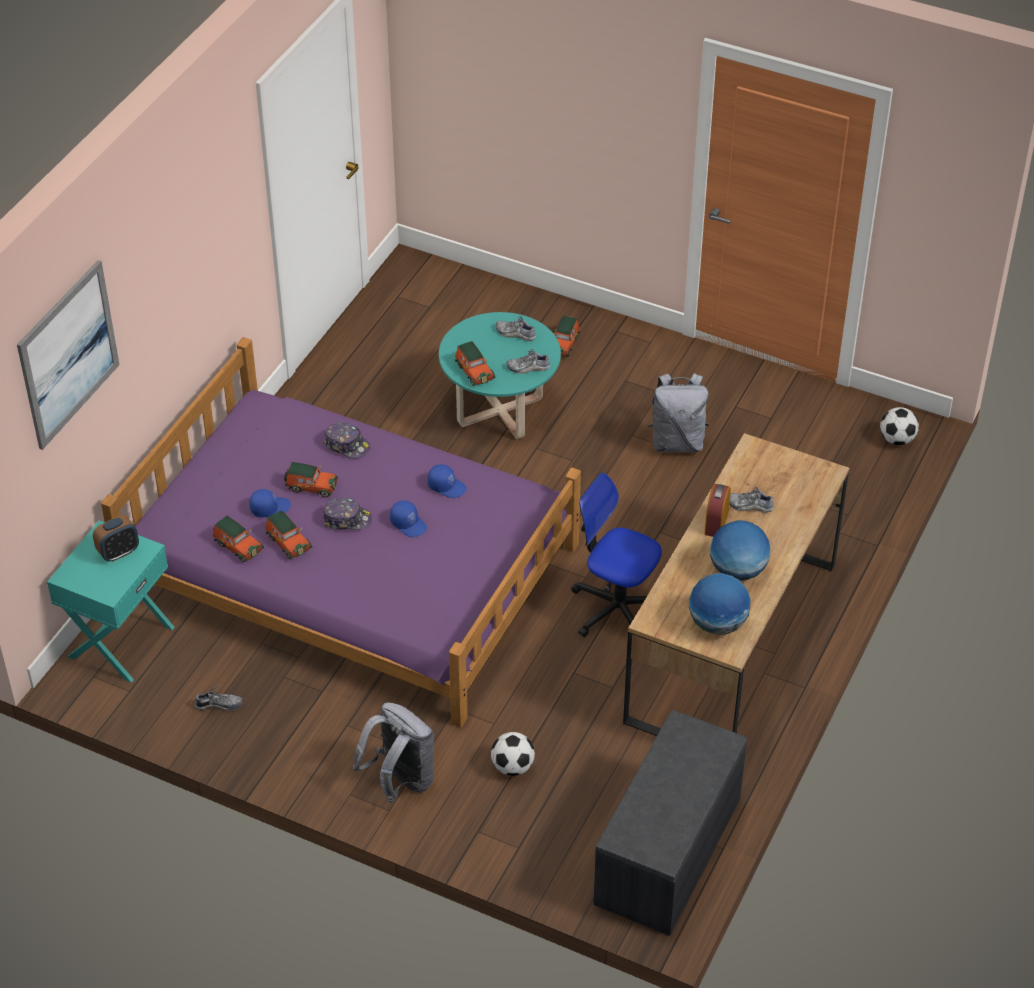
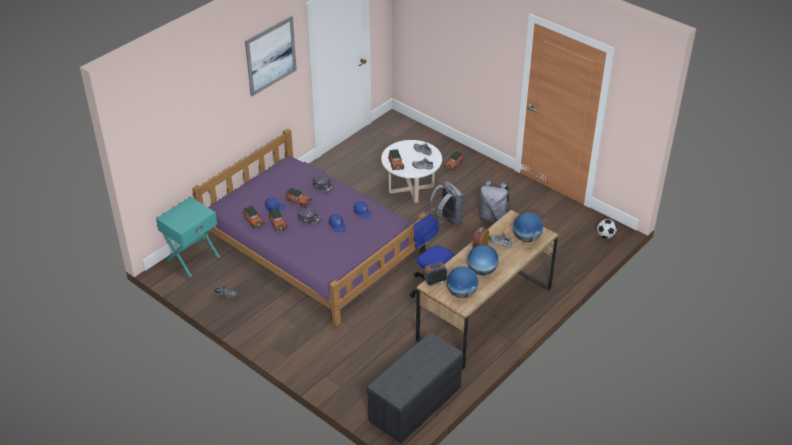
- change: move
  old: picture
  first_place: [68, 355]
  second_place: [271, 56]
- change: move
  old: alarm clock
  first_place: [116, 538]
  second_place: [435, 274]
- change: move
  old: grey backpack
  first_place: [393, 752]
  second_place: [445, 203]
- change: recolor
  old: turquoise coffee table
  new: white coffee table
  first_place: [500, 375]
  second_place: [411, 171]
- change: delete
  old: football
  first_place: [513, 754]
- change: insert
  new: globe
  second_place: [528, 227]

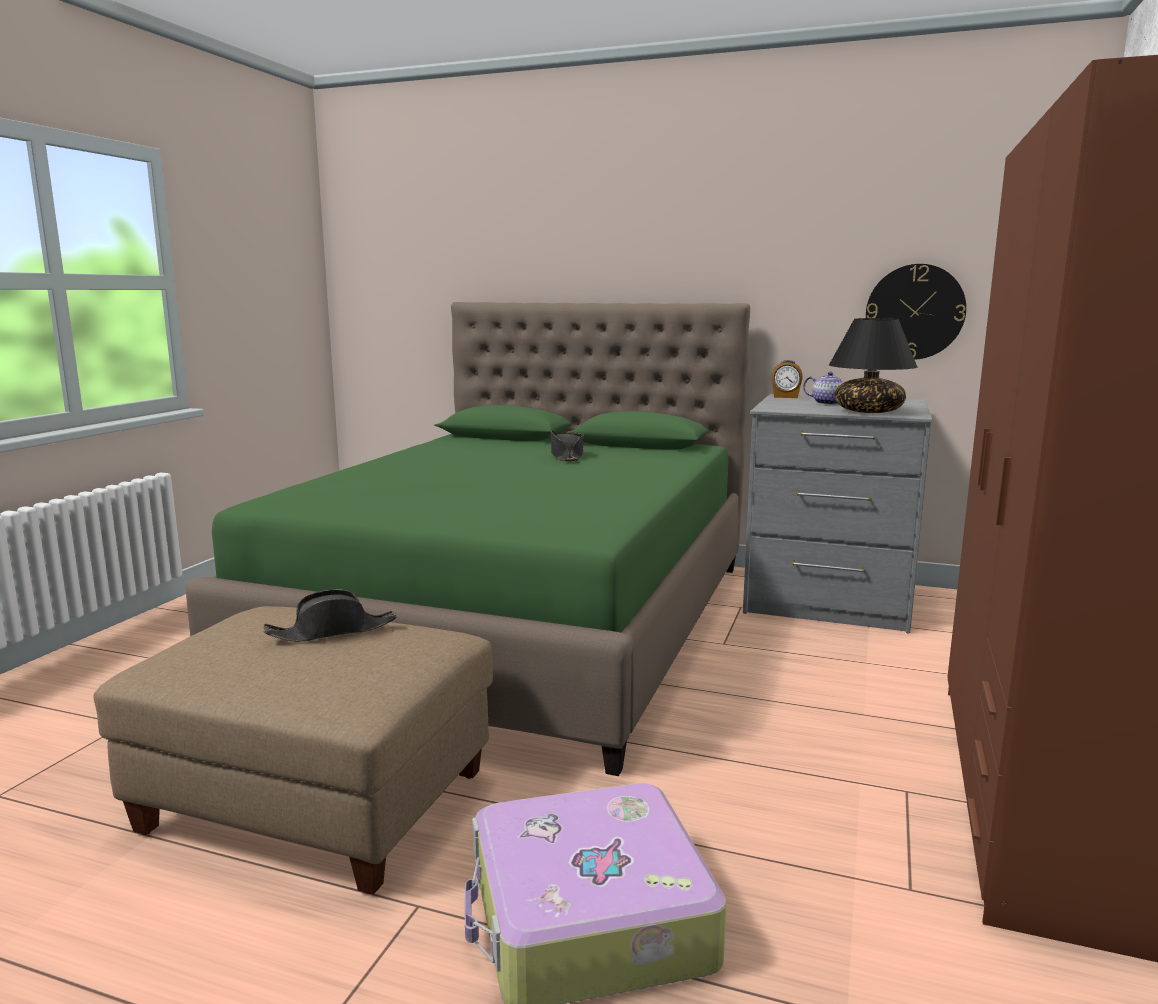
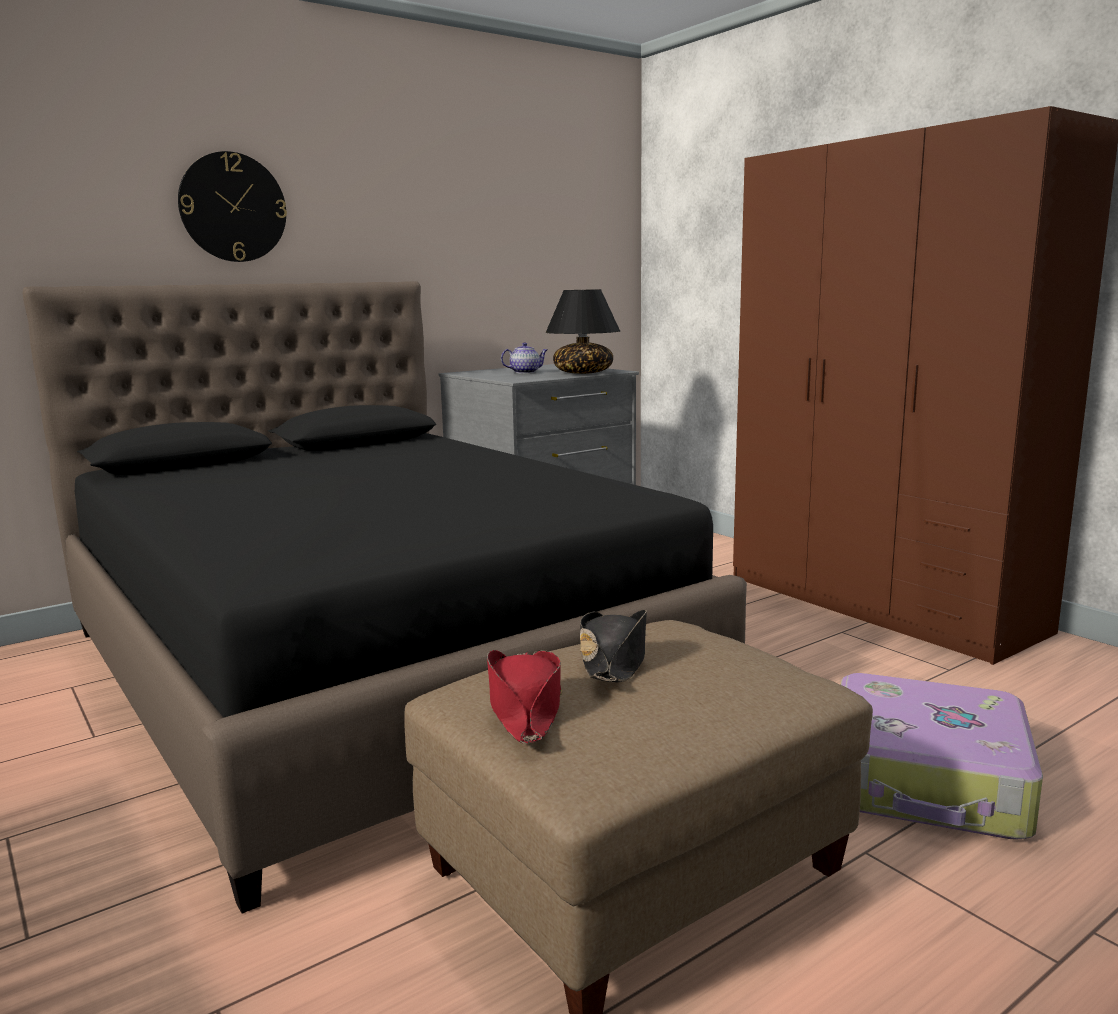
- change: recolor
  old: green bed
  new: black bed
  first_place: [467, 539]
  second_place: [384, 597]
- change: delete
  old: black hat
  first_place: [567, 445]
- change: delete
  old: alarm clock
  first_place: [787, 379]
- change: move
  old: wall clock
  first_place: [916, 312]
  second_place: [232, 206]
- change: insert
  new: red hat
  second_place: [524, 696]

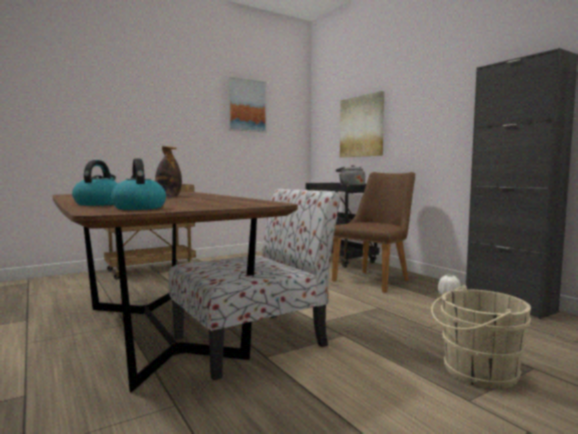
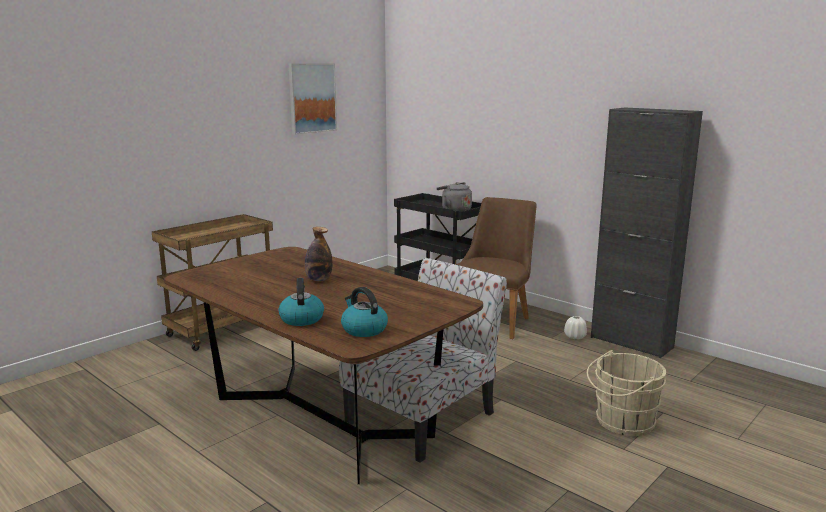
- change: delete
  old: picture
  first_place: [362, 124]

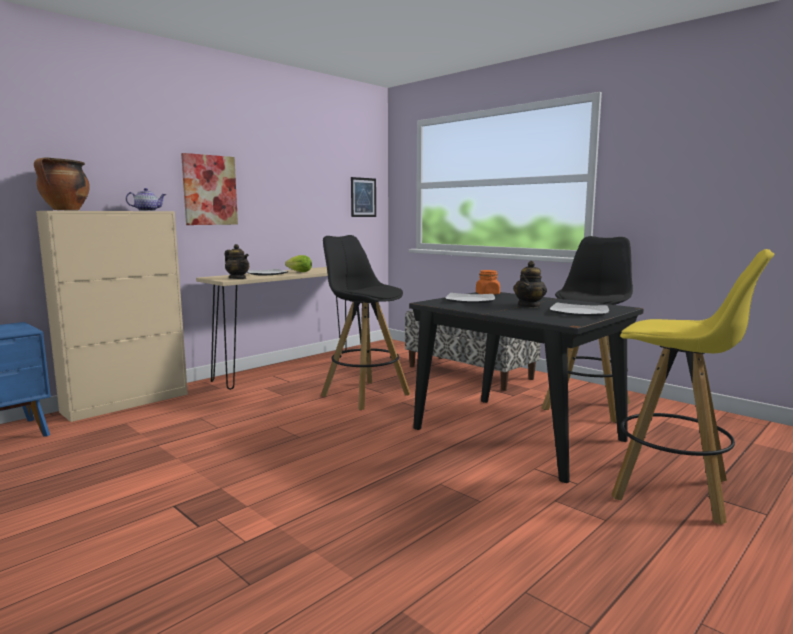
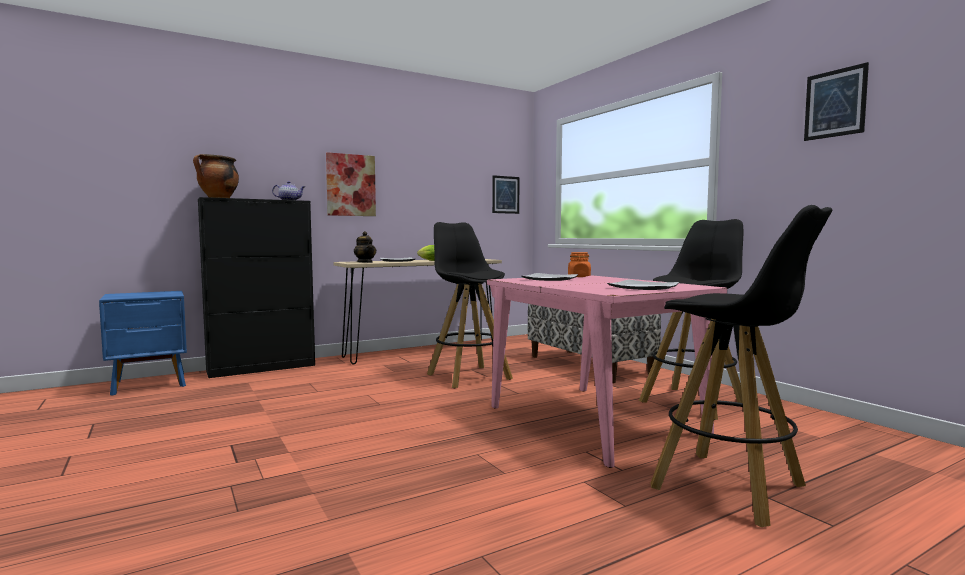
- change: recolor
  old: beige cabinet
  new: black cabinet
  first_place: [112, 316]
  second_place: [256, 287]
- change: recolor
  old: black dining table
  new: pink dining table
  first_place: [526, 387]
  second_place: [607, 371]
- change: delete
  old: teapot
  first_place: [530, 284]
- change: recolor
  old: yellow stool
  new: black stool
  first_place: [692, 387]
  second_place: [741, 366]
- change: insert
  new: picture
  second_place: [836, 101]

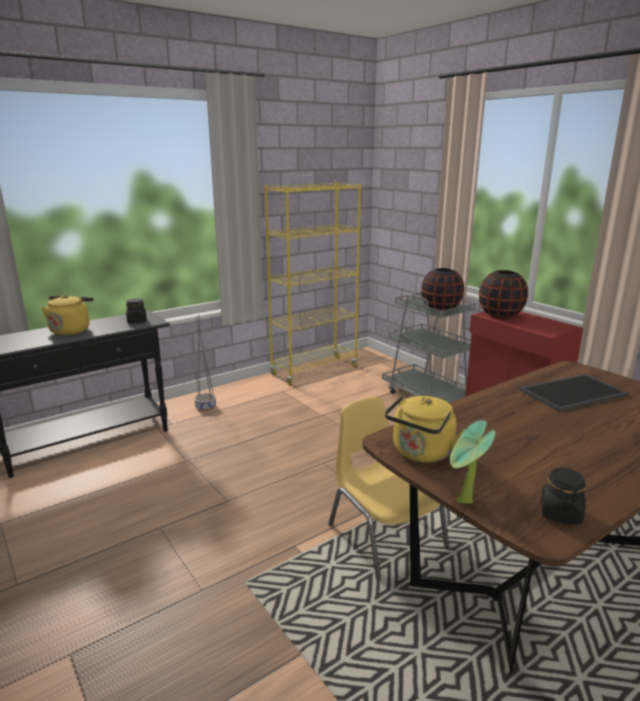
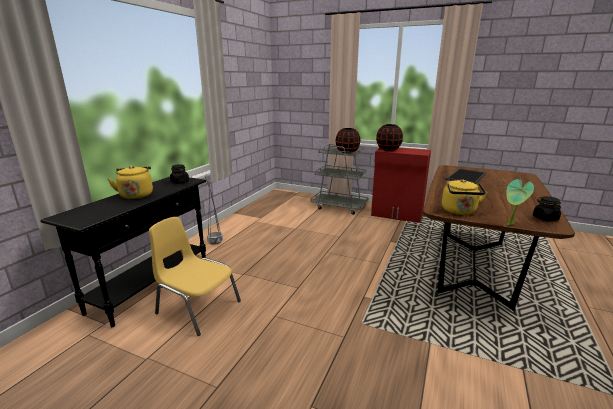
- change: delete
  old: yellow bookcase
  first_place: [312, 283]
- change: move
  old: yellow chair
  first_place: [388, 488]
  second_place: [195, 276]

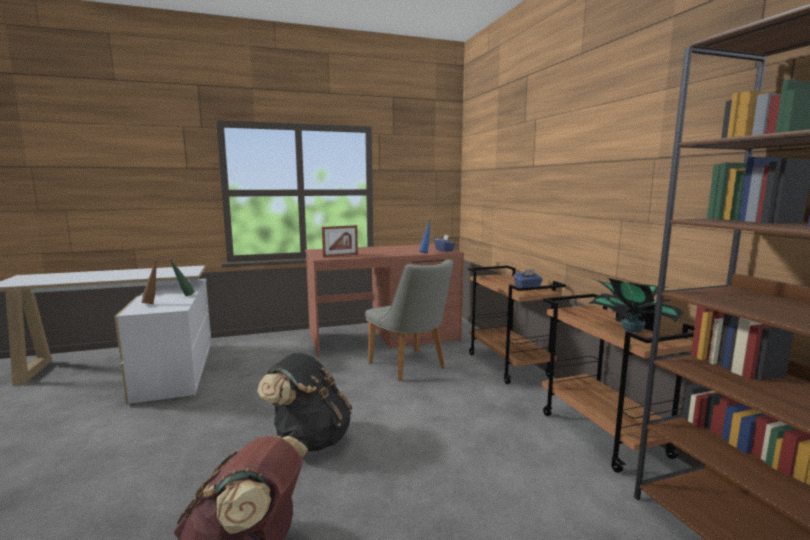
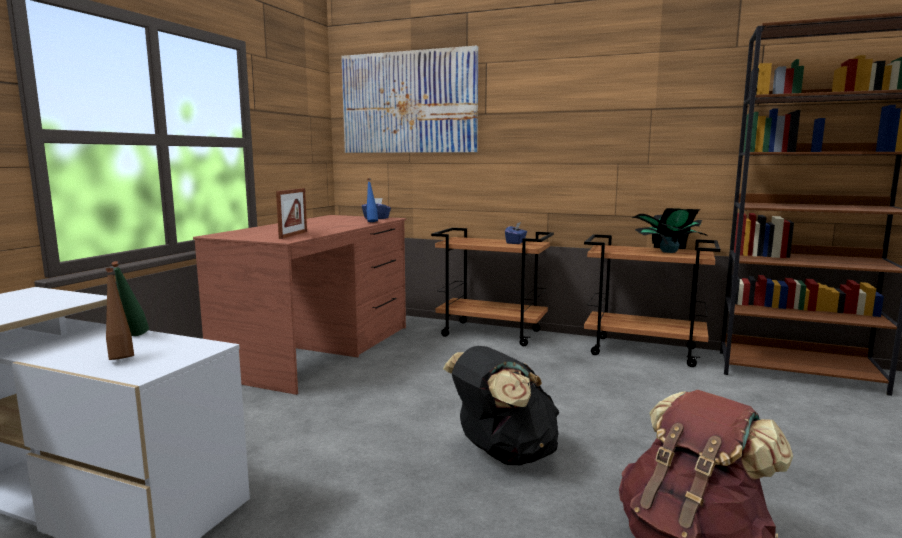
- change: delete
  old: grey chair
  first_place: [409, 320]
- change: insert
  new: picture
  second_place: [409, 99]

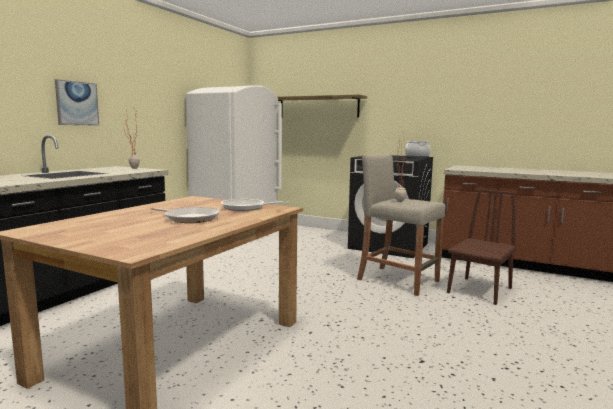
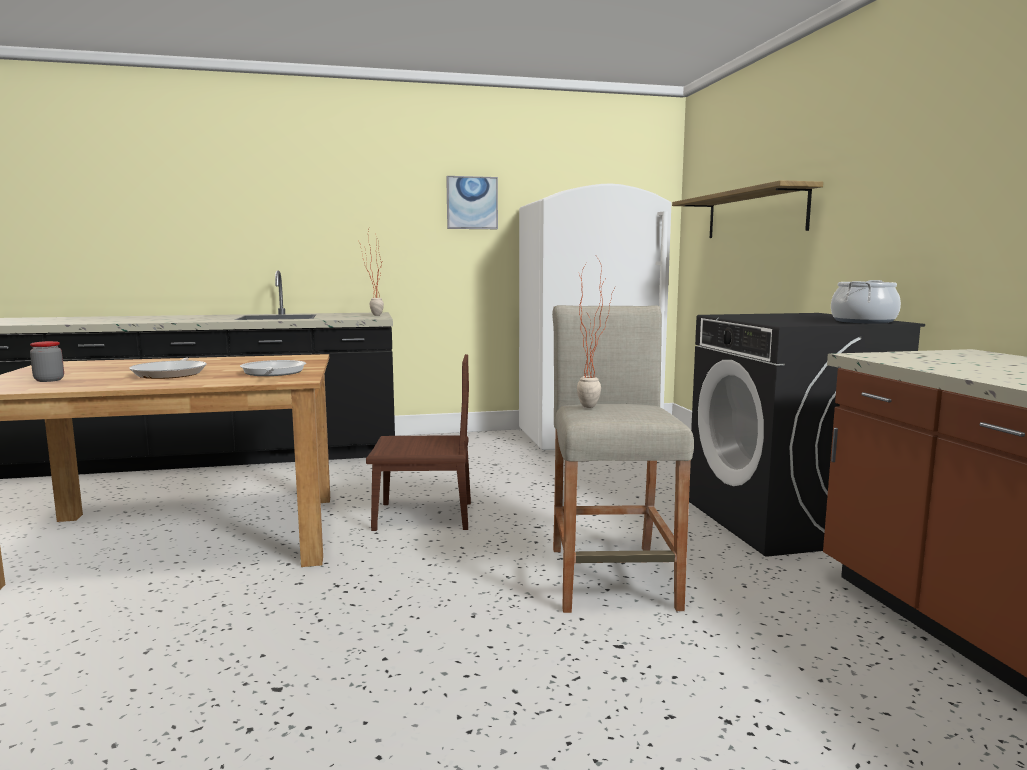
- change: move
  old: picture
  first_place: [77, 102]
  second_place: [472, 202]
- change: move
  old: brown chair
  first_place: [482, 247]
  second_place: [418, 442]
- change: insert
  new: jar
  second_place: [47, 361]

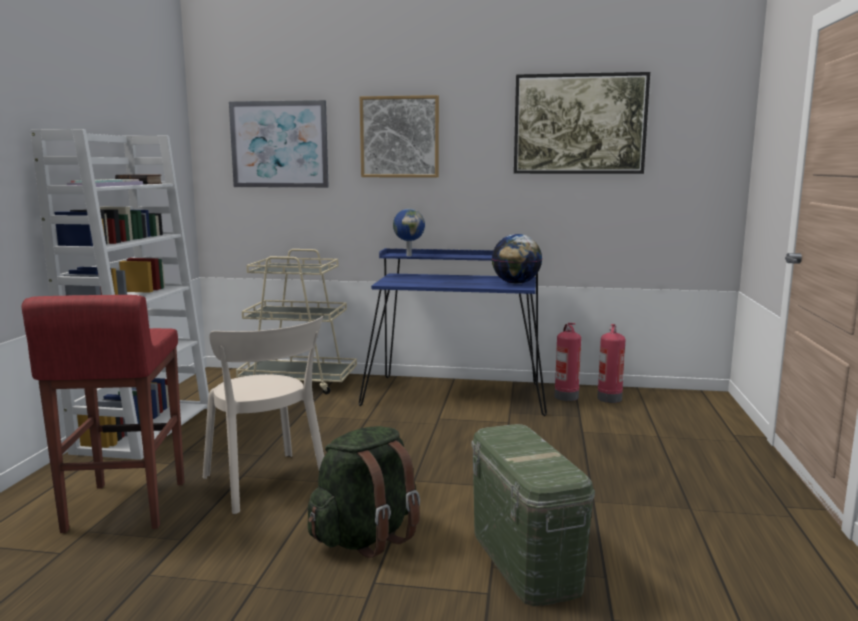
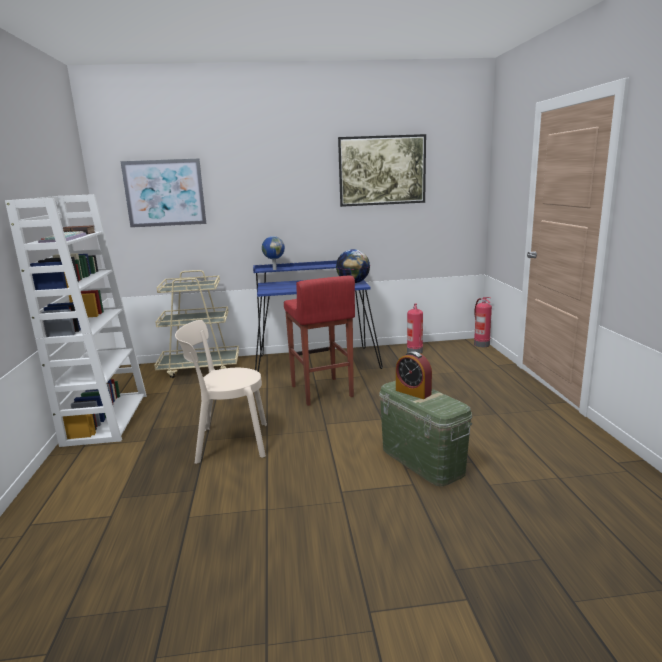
- change: move
  old: red stool
  first_place: [103, 414]
  second_place: [319, 340]
- change: rotate
  old: beige chair
  first_place: [263, 415]
  second_place: [221, 392]
  degrees: 135
- change: delete
  old: green backpack
  first_place: [364, 492]
- change: delete
  old: picture
  first_place: [399, 136]
- change: move
  old: fire extinguisher
  first_place: [567, 362]
  second_place: [483, 322]
- change: insert
  new: alarm clock
  second_place: [414, 375]

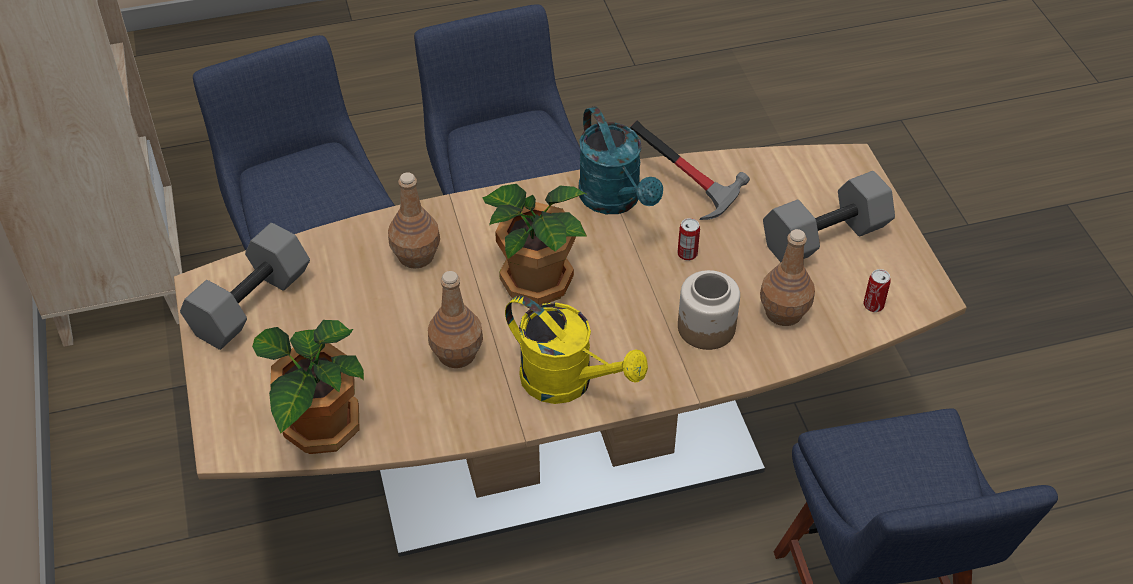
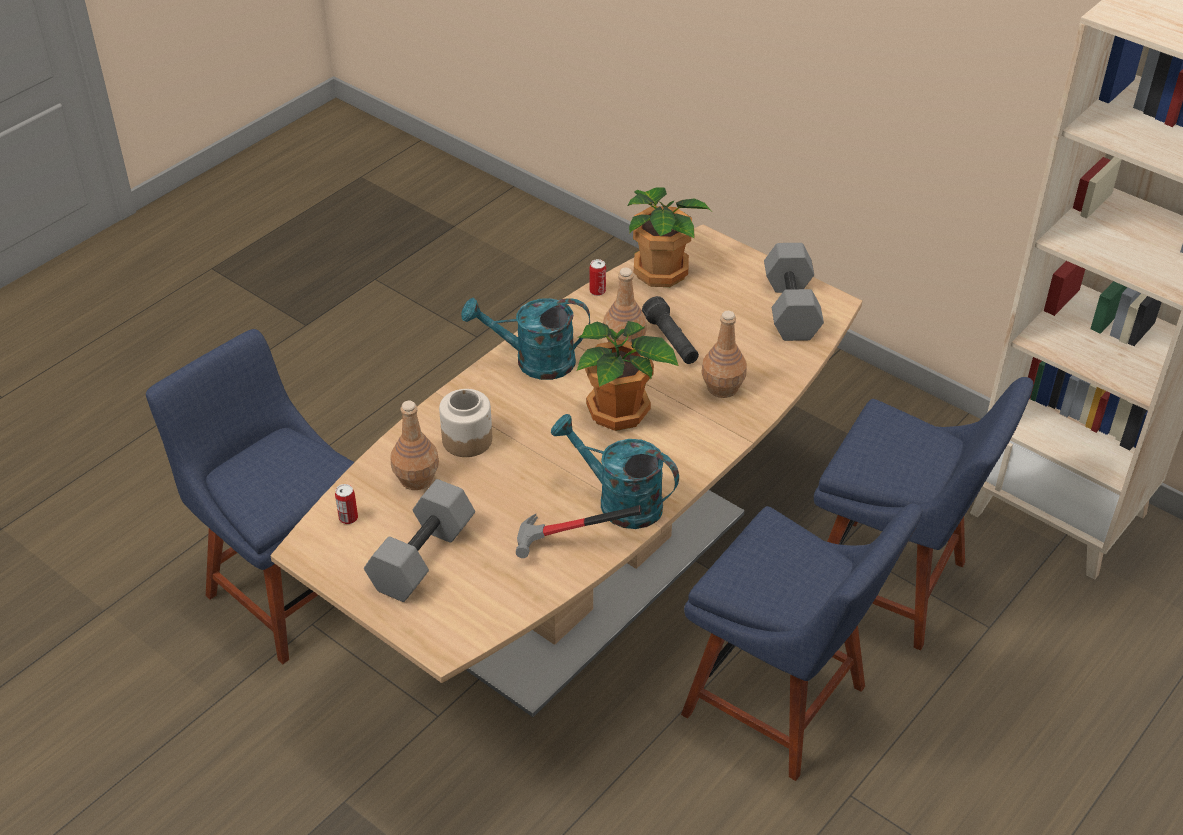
- change: recolor
  old: yellow watering can
  new: turquoise watering can
  first_place: [576, 350]
  second_place: [525, 339]
- change: move
  old: can
  first_place: [688, 239]
  second_place: [598, 277]
- change: insert
  new: black flashlight
  second_place: [670, 330]

